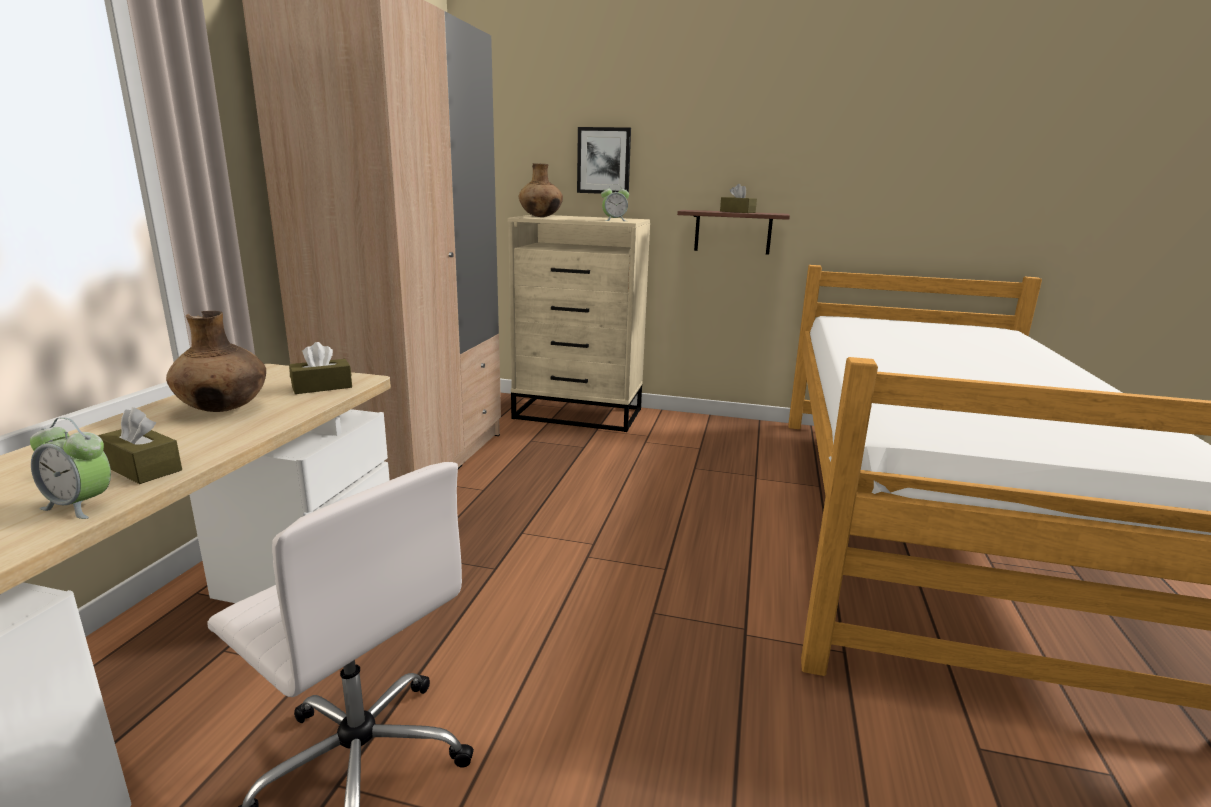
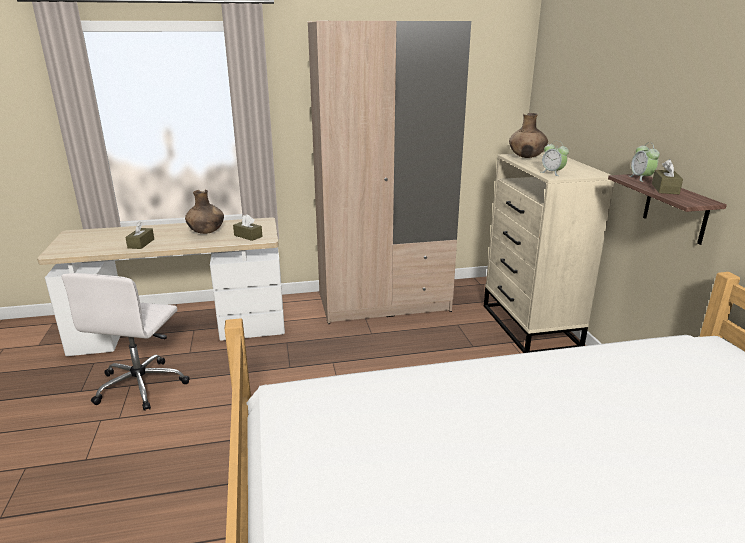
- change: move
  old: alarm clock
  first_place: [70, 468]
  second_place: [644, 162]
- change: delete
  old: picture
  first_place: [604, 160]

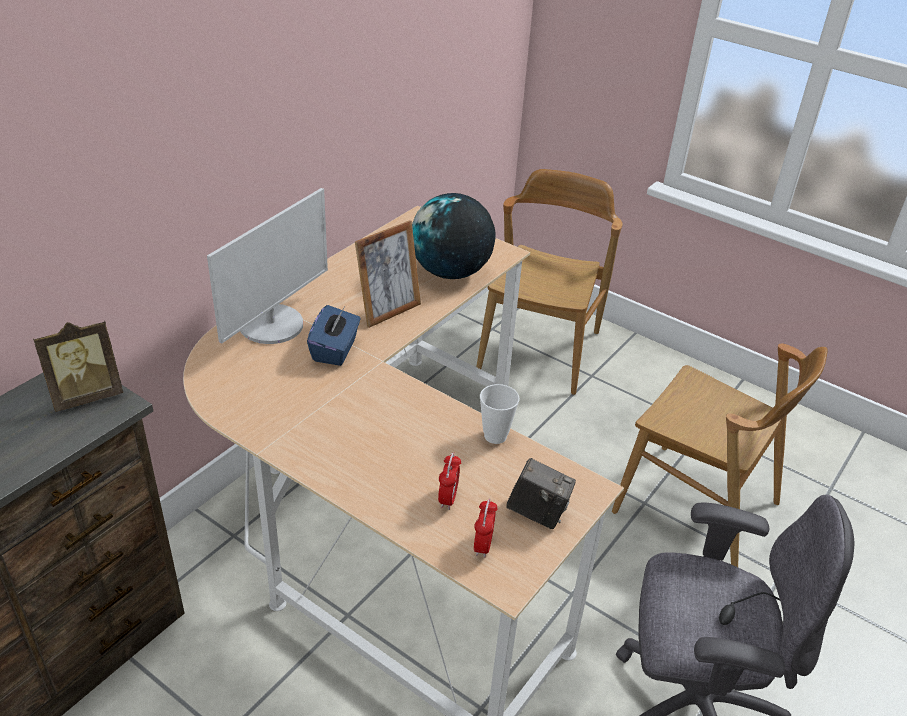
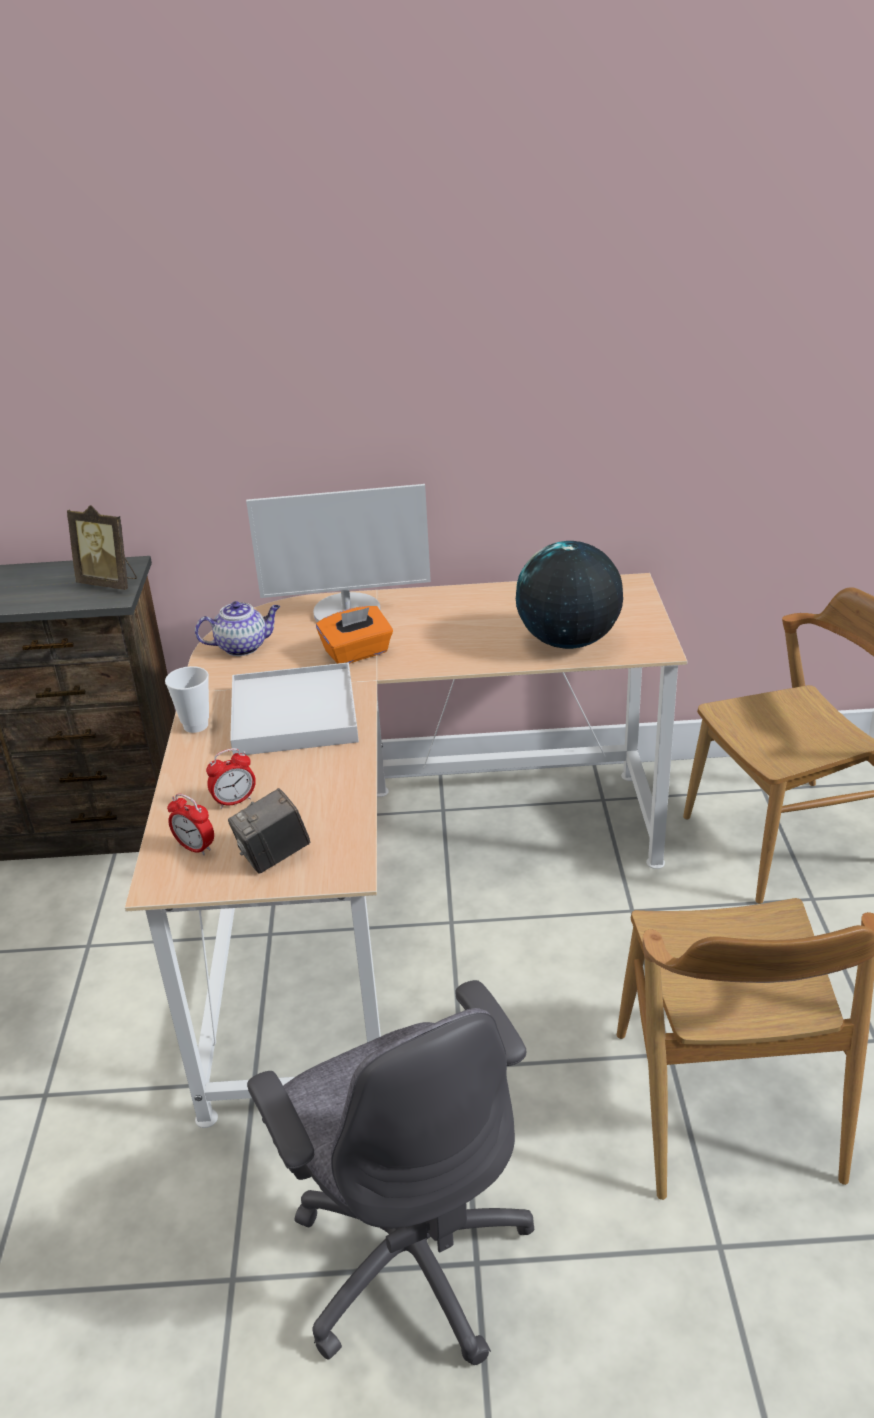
- change: recolor
  old: blue tissue box
  new: orange tissue box
  first_place: [334, 335]
  second_place: [354, 635]
- change: delete
  old: picture frame
  first_place: [388, 274]
- change: rotate
  old: alarm clock
  first_place: [486, 527]
  second_place: [190, 824]
  degrees: -120
- change: move
  old: cup
  first_place: [499, 414]
  second_place: [187, 699]
- change: rotate
  old: photo camera
  first_place: [541, 493]
  second_place: [269, 831]
  degrees: 75
- change: insert
  new: teapot
  second_place: [237, 628]
- change: insert
  new: white tray
  second_place: [294, 708]

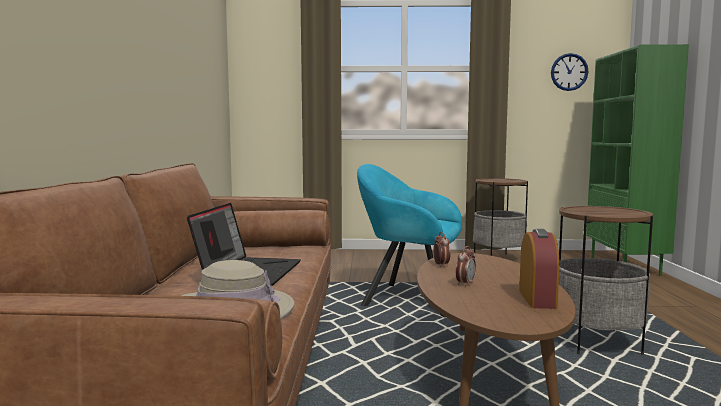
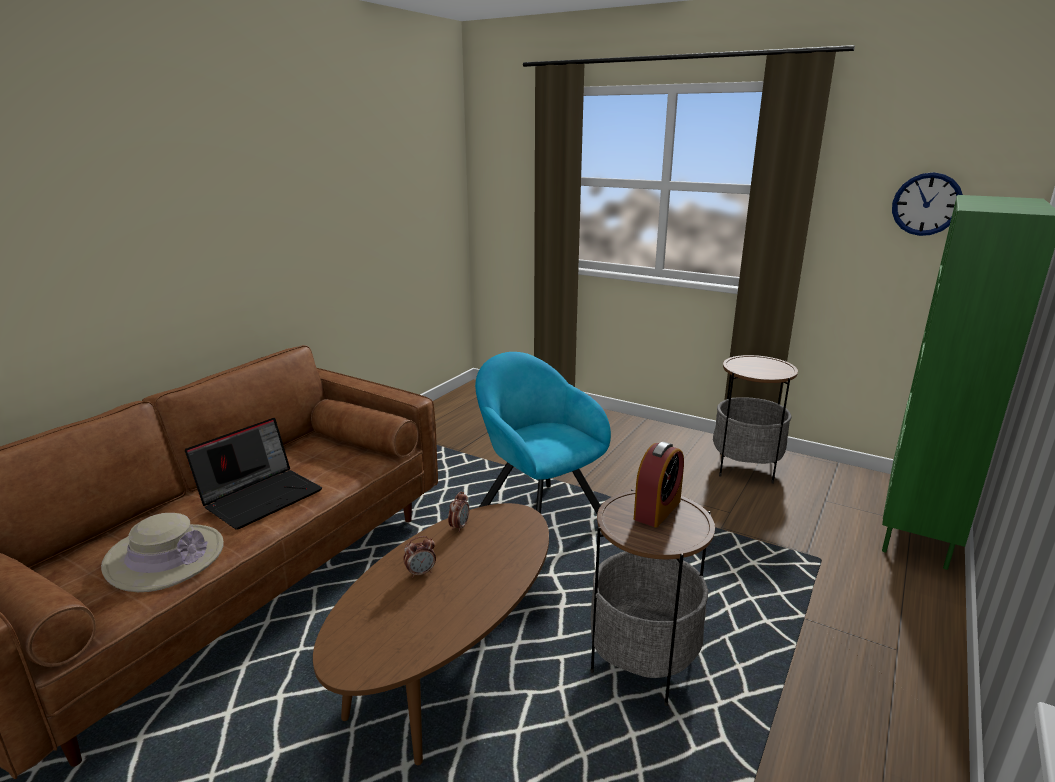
- change: move
  old: alarm clock
  first_place: [539, 269]
  second_place: [659, 484]

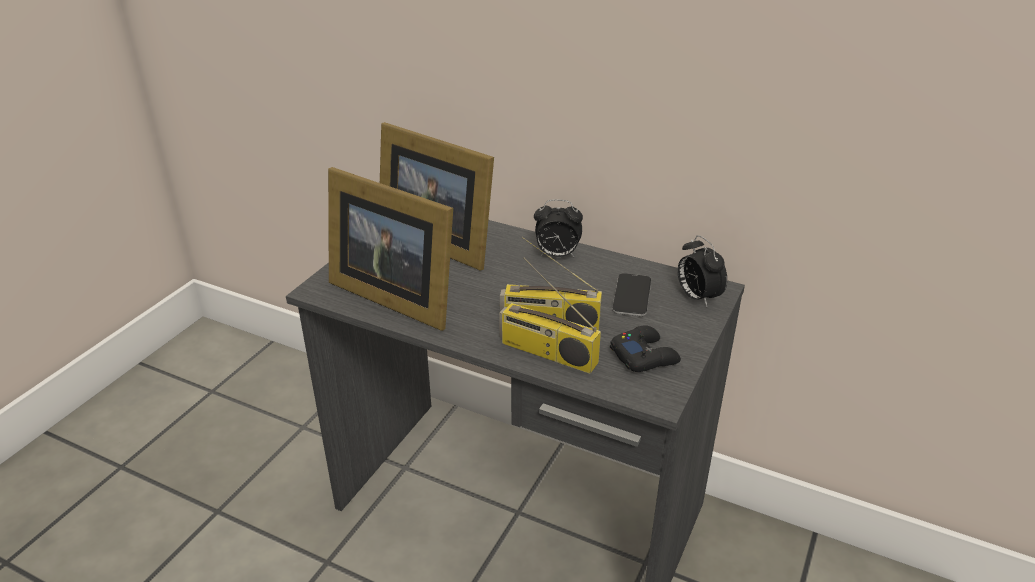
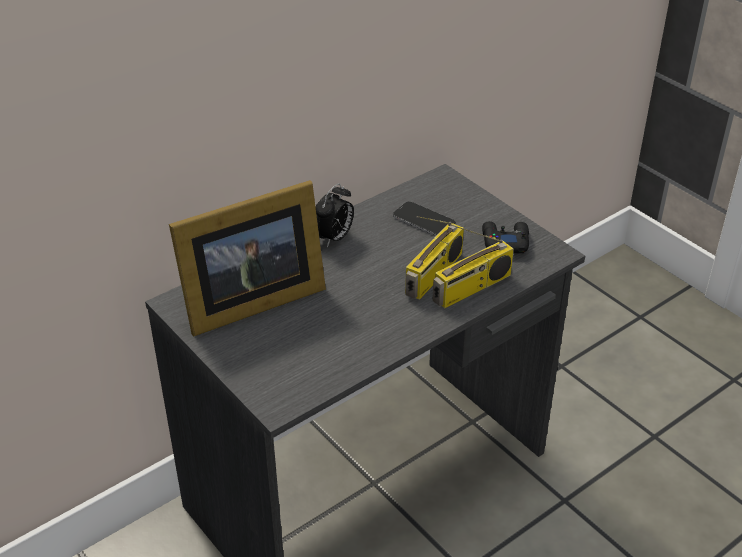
- change: delete
  old: picture frame
  first_place: [390, 249]
- change: delete
  old: alarm clock
  first_place: [702, 271]

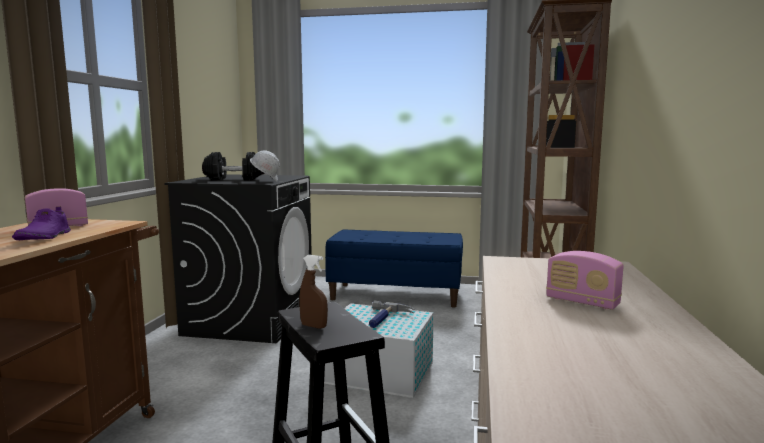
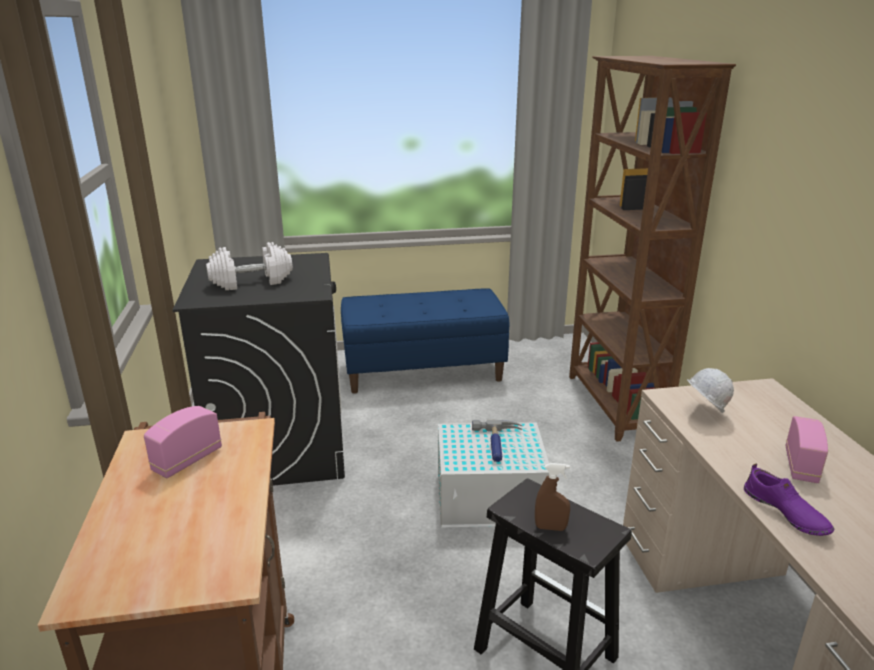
- change: move
  old: purple shoe
  first_place: [41, 223]
  second_place: [789, 499]
- change: recolor
  old: black dumbbell
  new: white dumbbell
  first_place: [233, 166]
  second_place: [249, 266]
- change: move
  old: white hard hat
  first_place: [265, 166]
  second_place: [710, 390]
- change: rotate
  old: radio
  first_place: [585, 280]
  second_place: [807, 449]
  degrees: -90

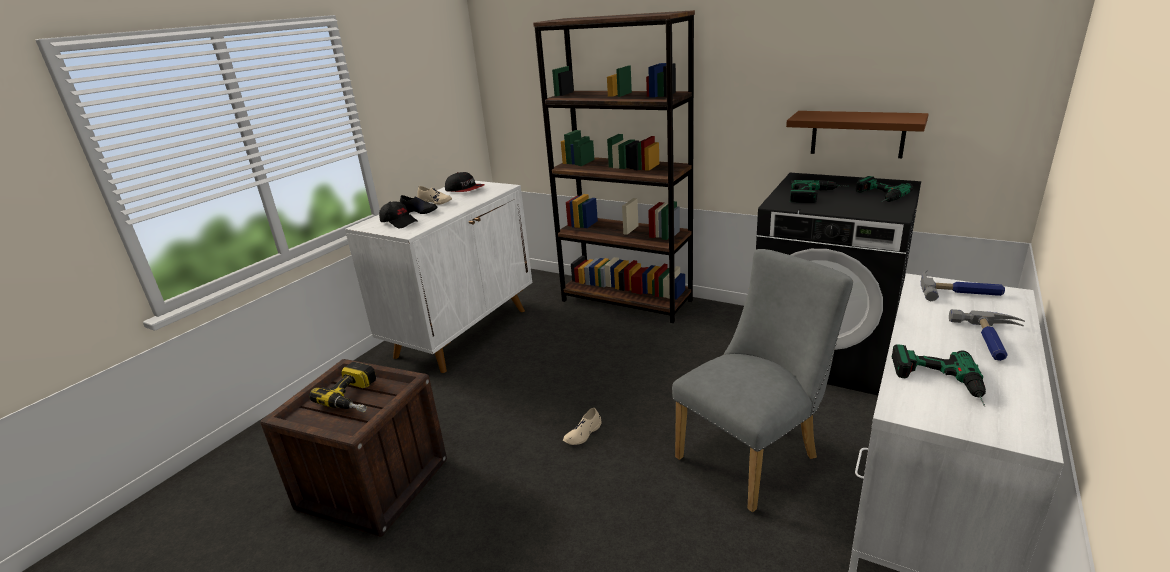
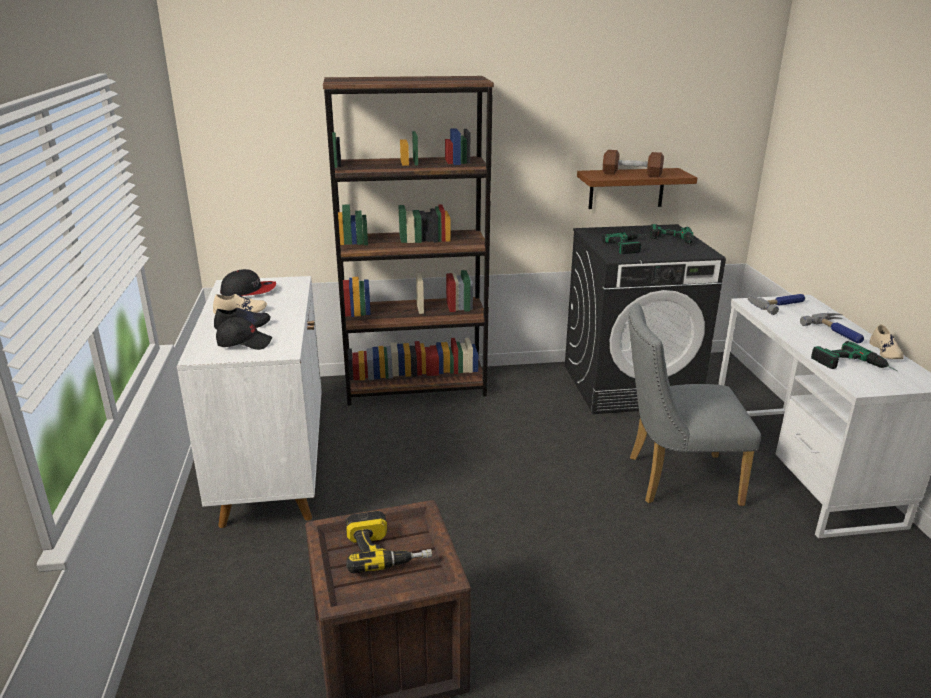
- change: move
  old: beige shoe
  first_place: [582, 426]
  second_place: [886, 341]
- change: rotate
  old: grey chair
  first_place: [762, 380]
  second_place: [695, 404]
  degrees: -105
- change: insert
  new: brown dumbbell
  second_place: [633, 163]

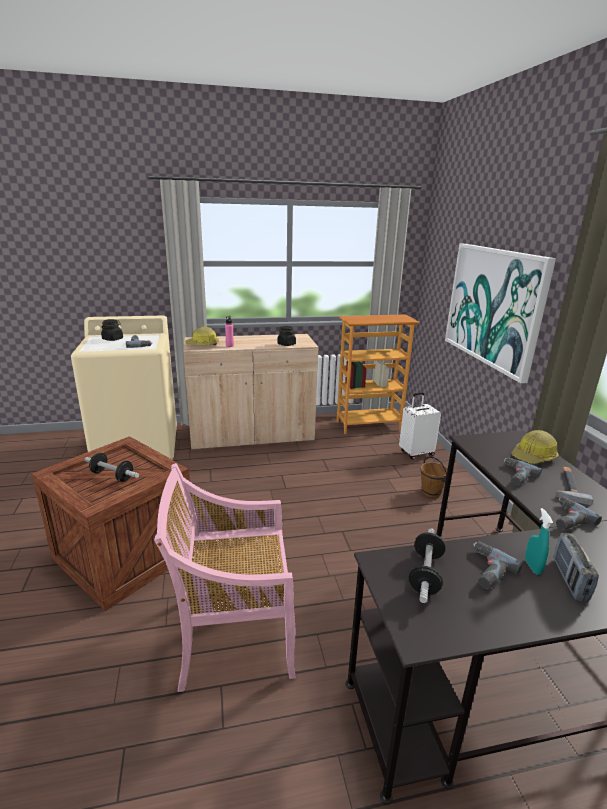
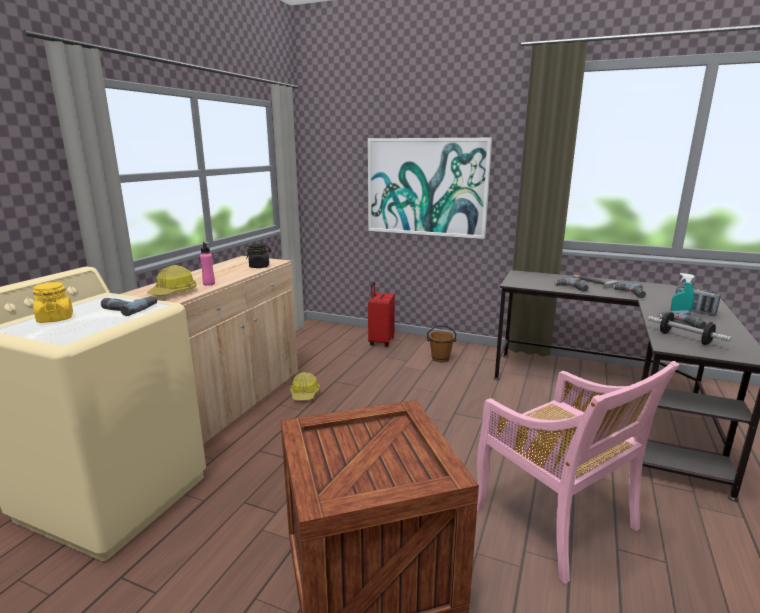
- change: delete
  old: dumbbell
  first_place: [111, 467]
- change: recolor
  old: black jar
  new: yellow jar
  first_place: [112, 330]
  second_place: [53, 302]
- change: rotate
  old: pink chair
  first_place: [225, 577]
  second_place: [578, 472]
  degrees: -60
- change: delete
  old: bookcase
  first_place: [378, 374]
- change: recolor
  old: white suitcase
  new: red suitcase
  first_place: [420, 425]
  second_place: [381, 314]
- change: move
  old: hard hat
  first_place: [534, 447]
  second_place: [305, 386]

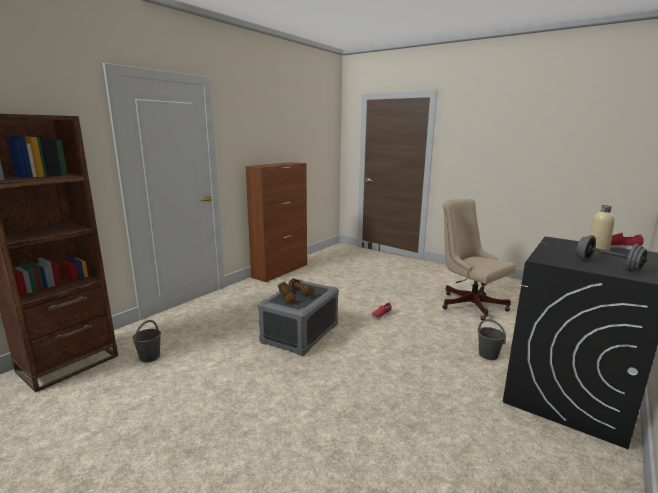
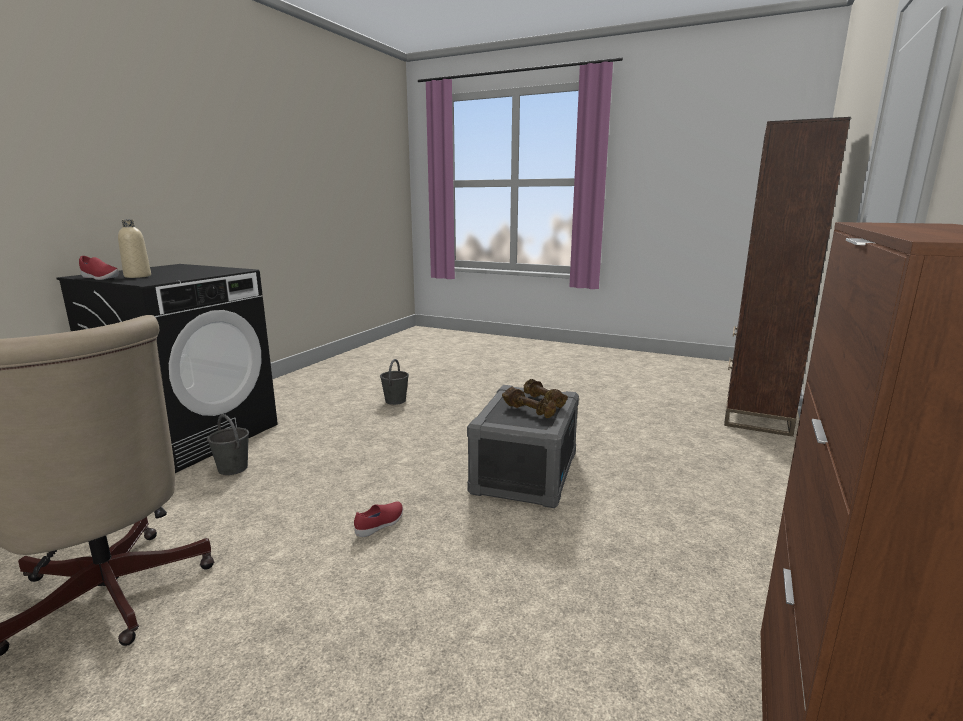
- change: move
  old: grey bucket
  first_place: [146, 341]
  second_place: [394, 382]
- change: delete
  old: grey dumbbell
  first_place: [611, 253]

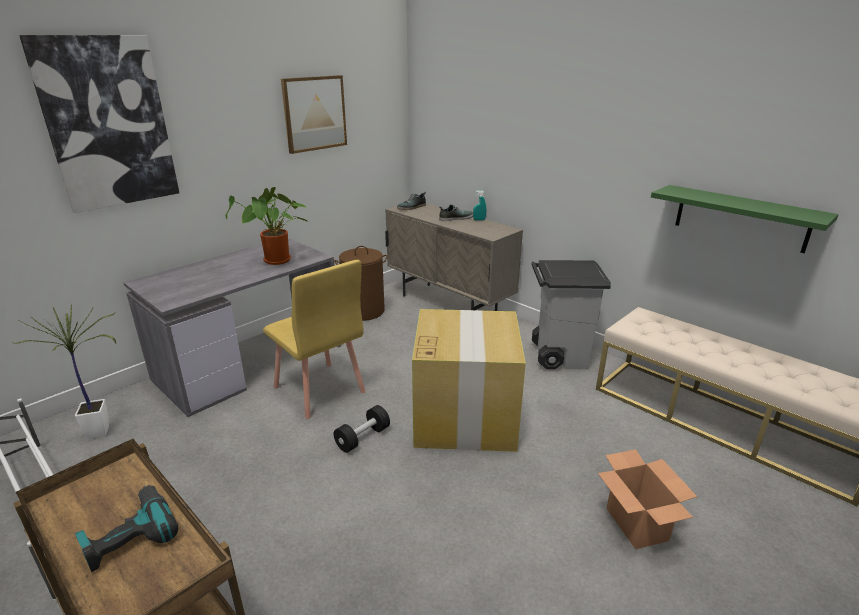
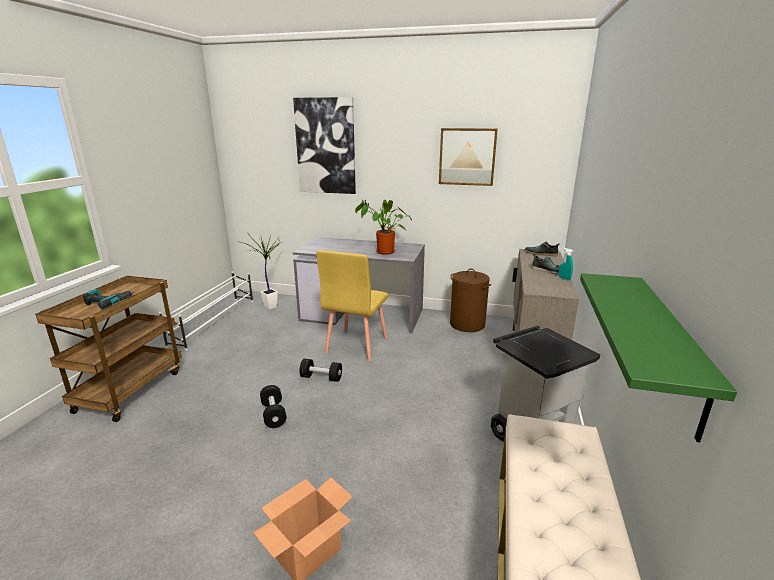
- change: delete
  old: cardboard box
  first_place: [469, 380]
- change: insert
  new: black dumbbell
  second_place: [273, 406]

